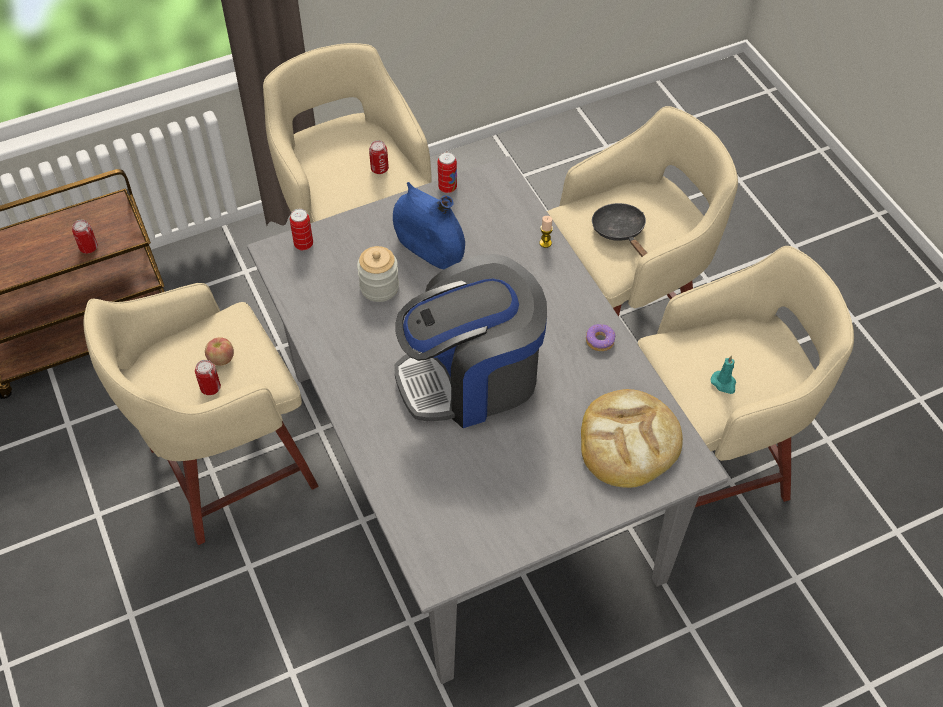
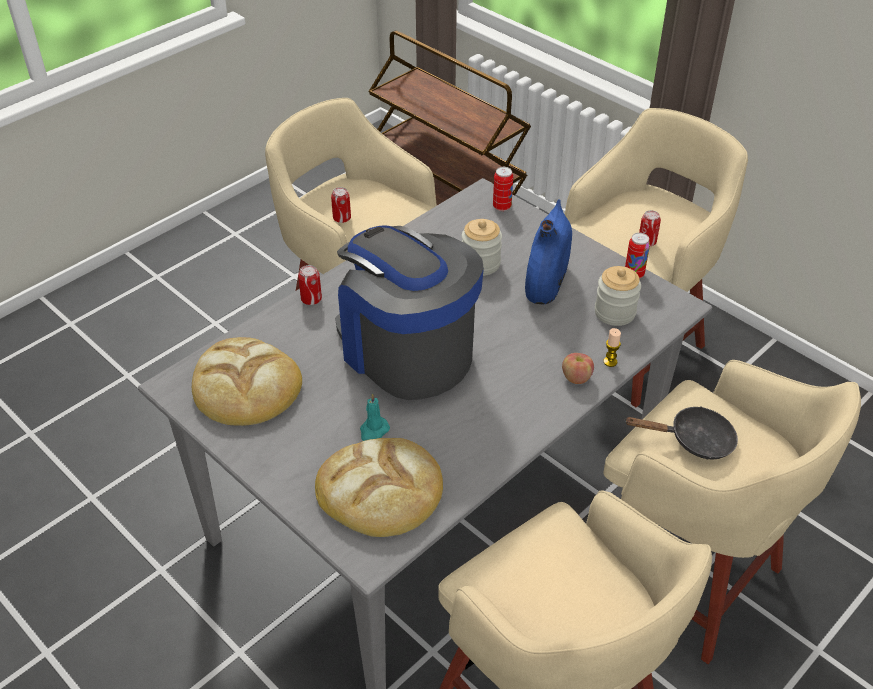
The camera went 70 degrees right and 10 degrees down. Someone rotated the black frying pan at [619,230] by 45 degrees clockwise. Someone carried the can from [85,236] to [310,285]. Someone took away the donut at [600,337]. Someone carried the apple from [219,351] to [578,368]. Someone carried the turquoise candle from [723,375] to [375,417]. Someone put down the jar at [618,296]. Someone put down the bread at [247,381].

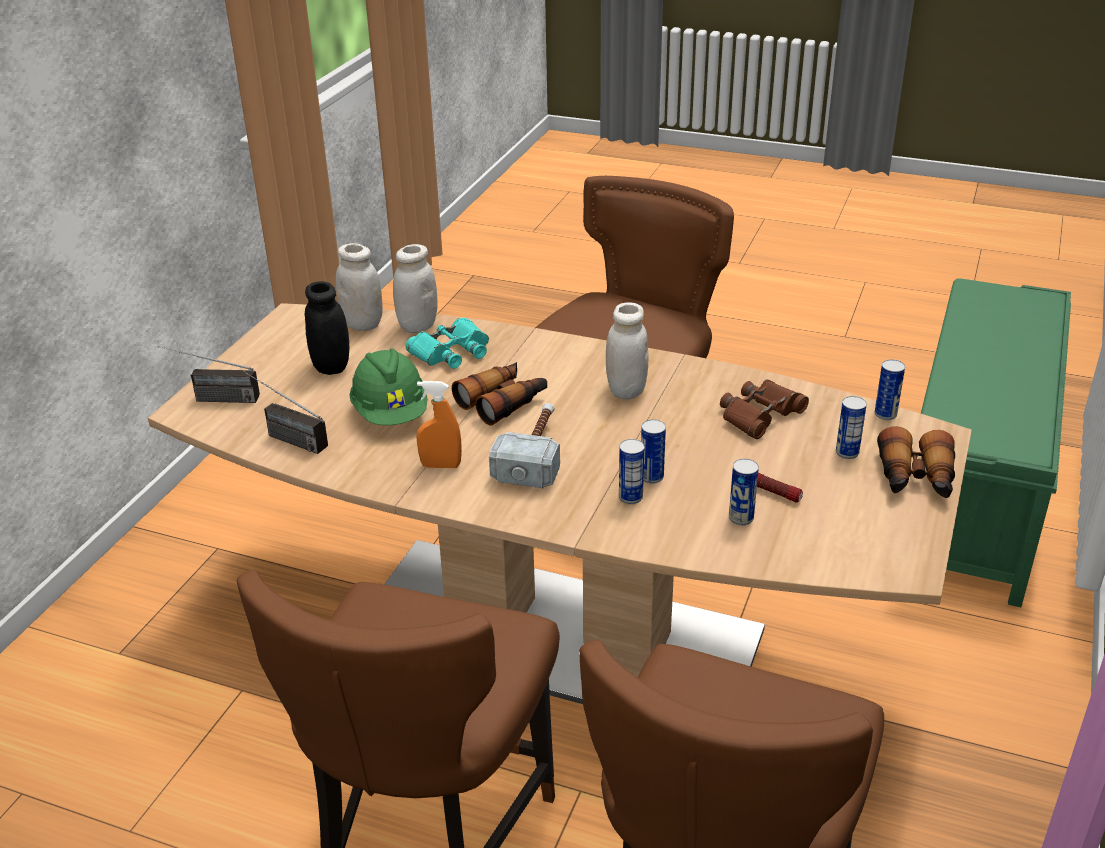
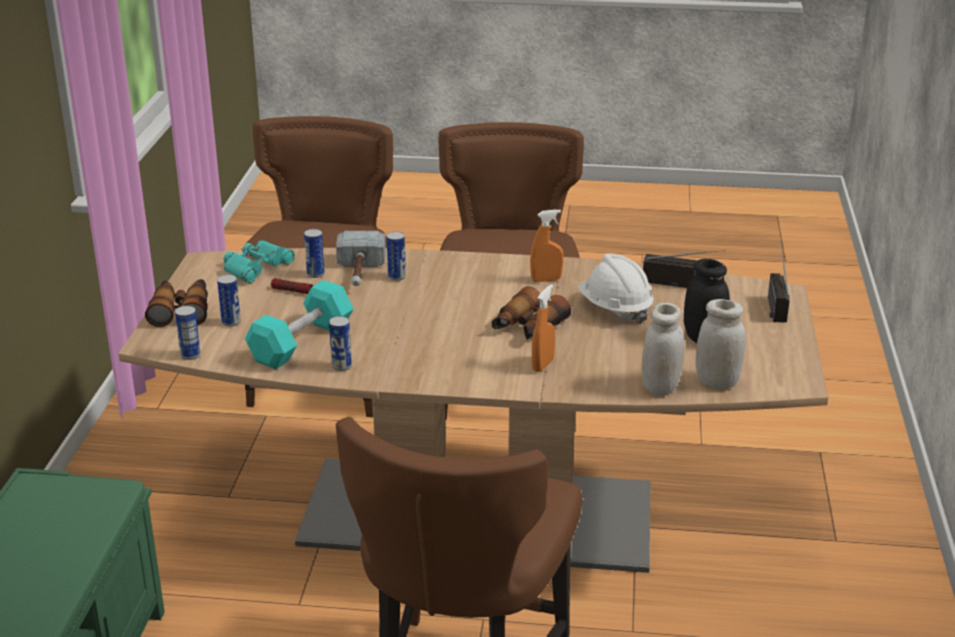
The camera went 165 degrees right and 5 degrees down. Someone took away the white jar at [627,350]. Someone carried the turquoise binoculars from [447,343] to [259,261]. Someone rotated the radio at [209,374] by 75 degrees counterclockwise. Someone repainted the green hard hat at [388,386], which became the white hard hat at [616,289]. Someone swapped the brown binoculars at [764,409] for the turquoise dumbbell at [299,324]. Someone carried the hammer from [524,445] to [361,258]. Someone carried the can from [653,452] to [340,343]. Someone put down the orange spray bottle at [543,328].

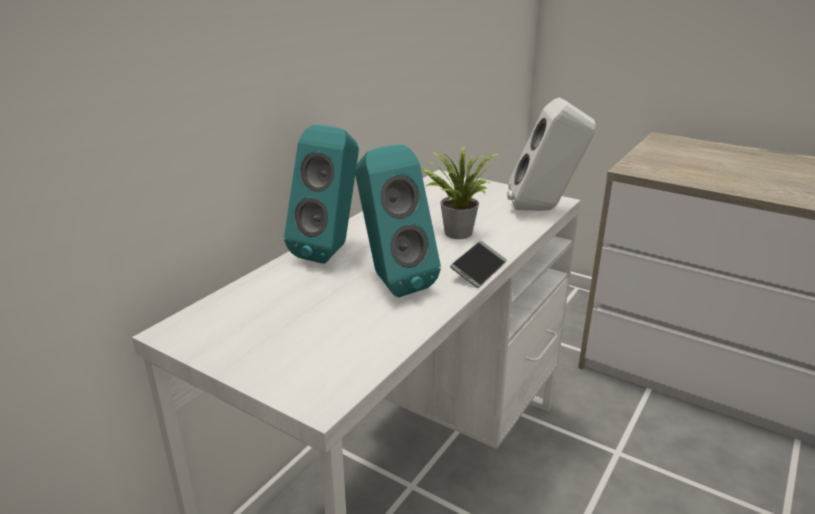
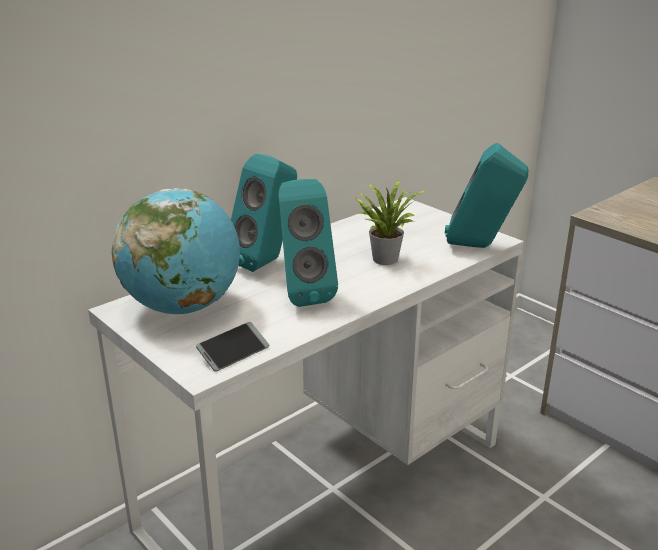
The camera went 15 degrees right and 0 degrees up. Someone repainted the white speaker at [551,154], which became the turquoise speaker at [486,195]. Someone carried the phone from [478,264] to [232,347]. Someone put down the globe at [176,251].

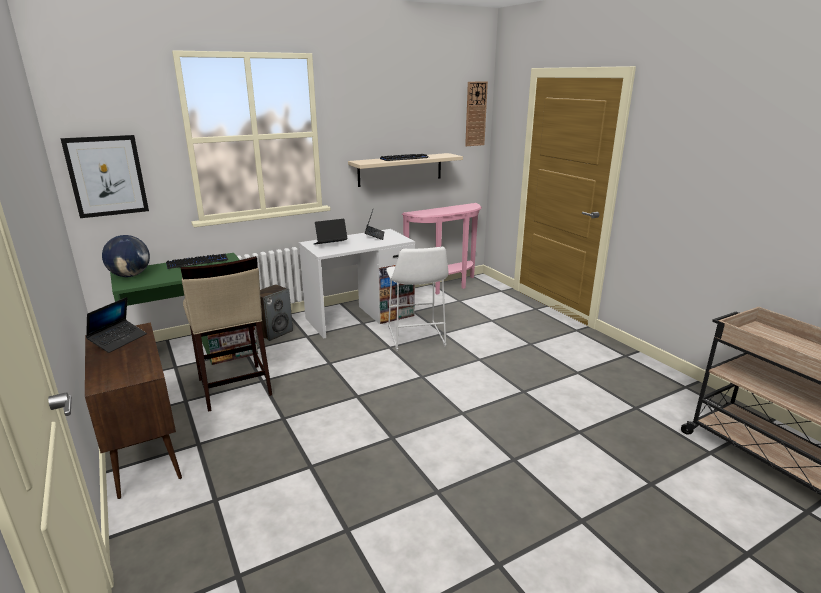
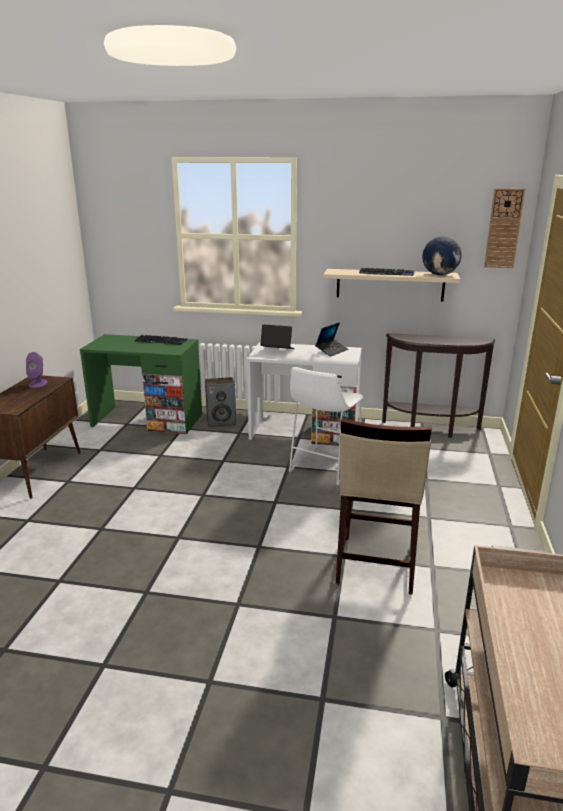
The camera went 40 degrees right and 0 degrees up. Someone took away the picture at [105,176]. Someone repainted the pink console table at [442,249], which became the brown console table at [438,385]. Someone carried the globe from [126,256] to [442,255]. Someone carried the beige stool from [226,334] to [384,507]. Someone swapped the laptop at [116,325] for the purple speaker at [37,370].

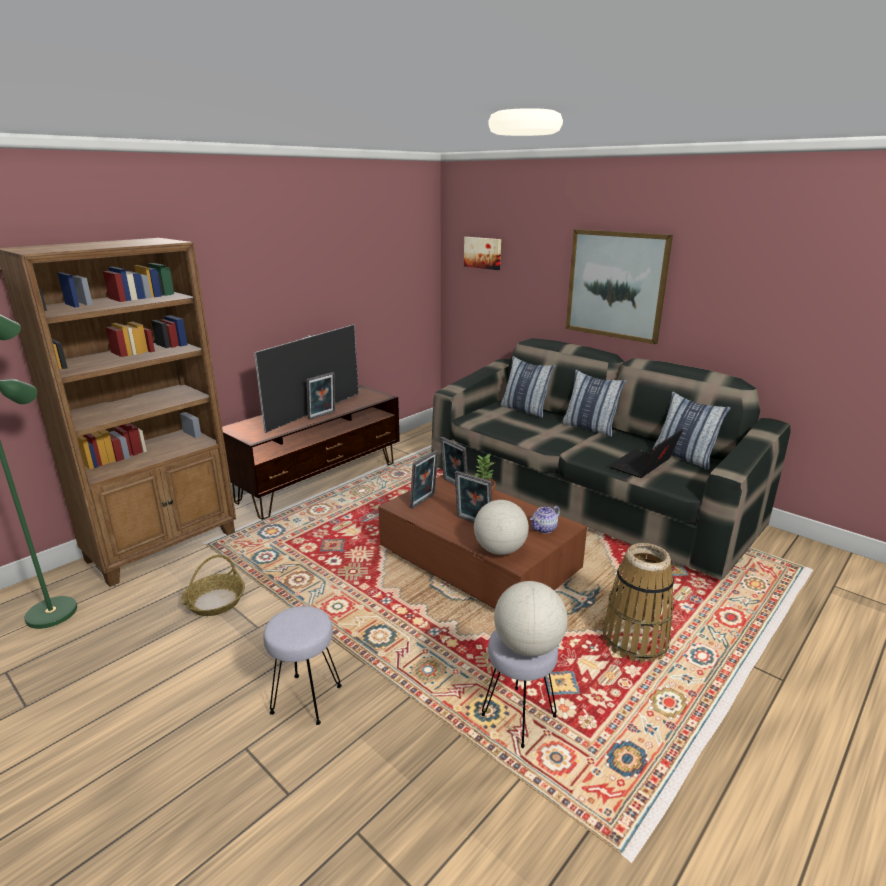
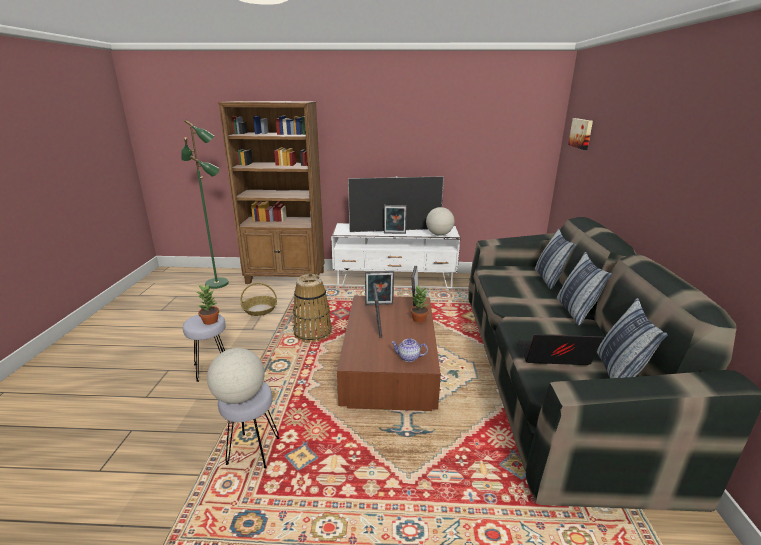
The camera went 50 degrees right and 0 degrees up. Someone took away the picture at [619,286]. Someone repainted the brown tv stand at [311,452], which became the white tv stand at [395,255]. Someone carried the globe from [501,527] to [440,221]. Someone carried the basket from [638,603] to [312,308]. Someone put down the potted plant at [208,304].

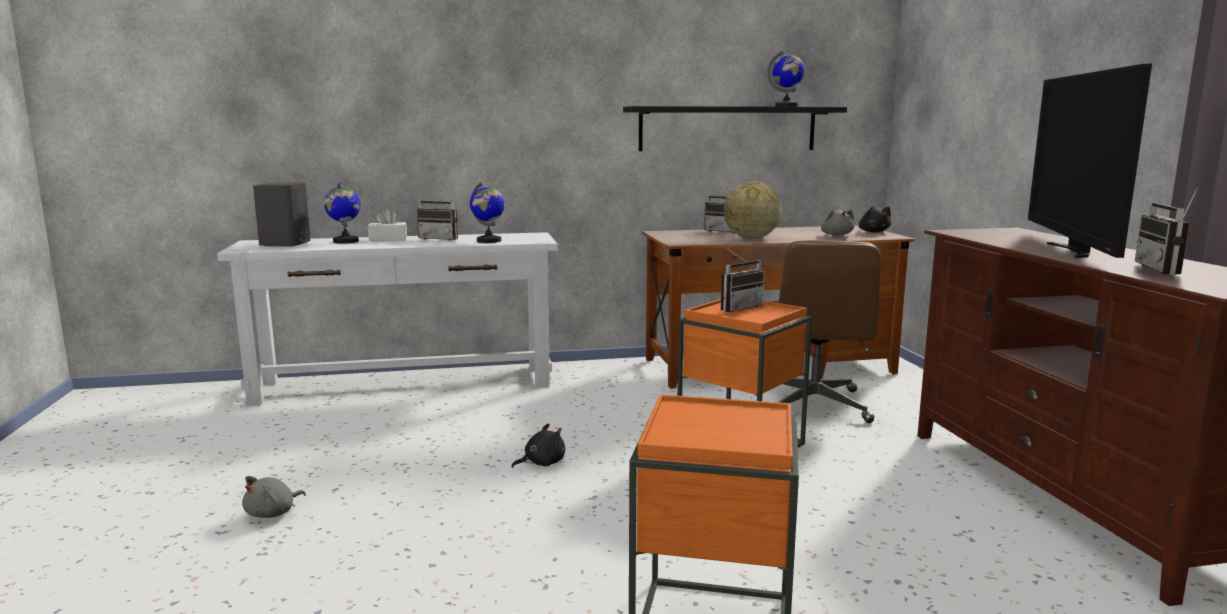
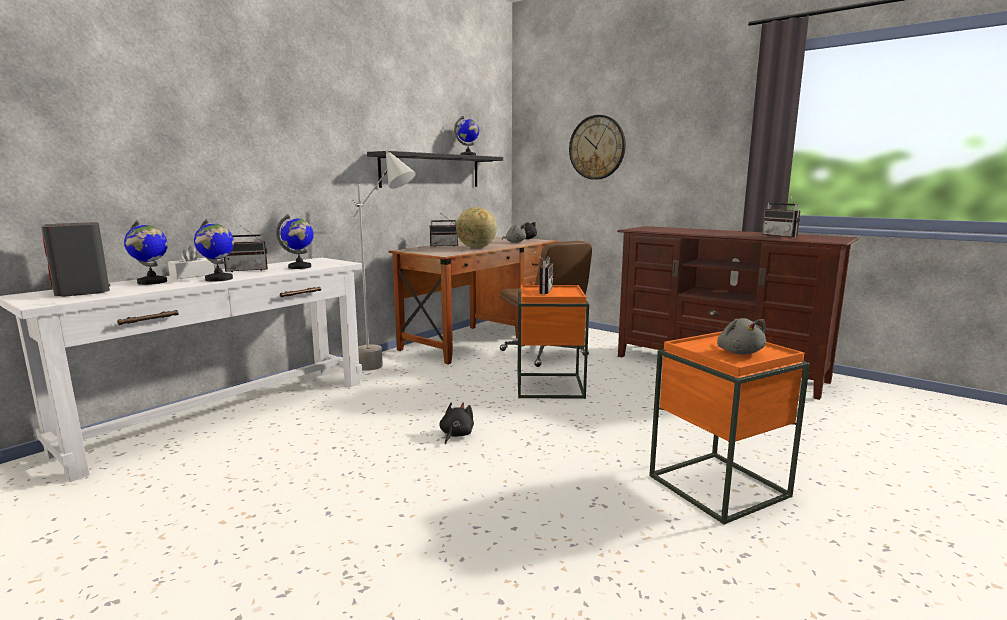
The camera went 40 degrees left and 0 degrees up. Someone took away the television at [1090,161]. Someone carried the grey plush toy from [274,497] to [741,336]. Someone put up the wall clock at [597,147]. Someone put down the grey floor lamp at [384,260]. Someone put down the globe at [214,250].

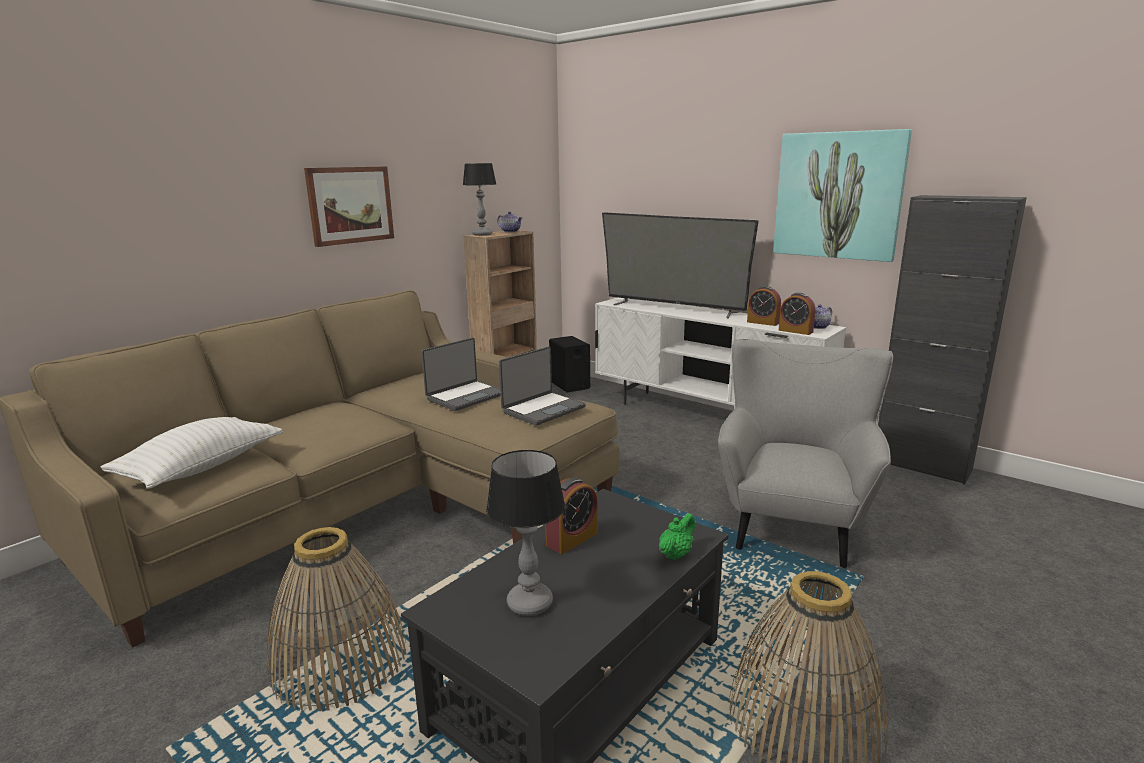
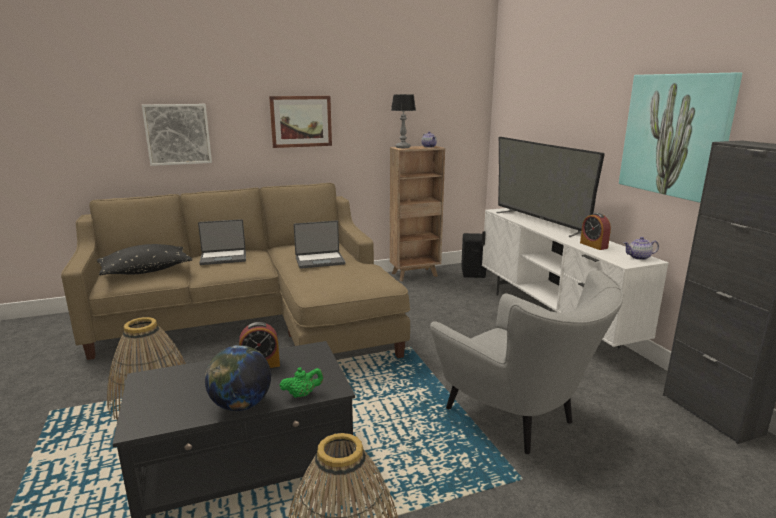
The camera went 30 degrees right and 0 degrees up. Someone took away the alarm clock at [797,314]. Someone rotated the grey armchair at [805,454] by 90 degrees clockwise. Someone carried the laptop from [542,385] to [222,242]. Someone repainted the white pillow at [192,453], which became the black pillow at [145,259]. Someone took away the table lamp at [525,533]. Someone put up the picture at [177,135]. Someone put down the globe at [238,378].

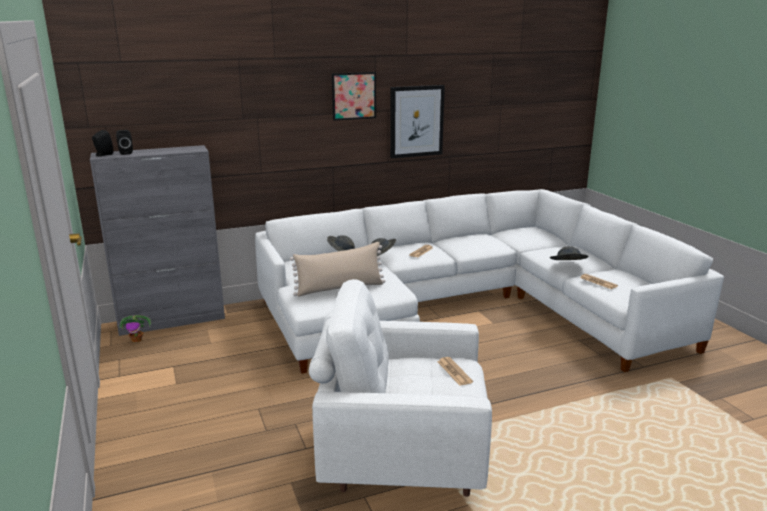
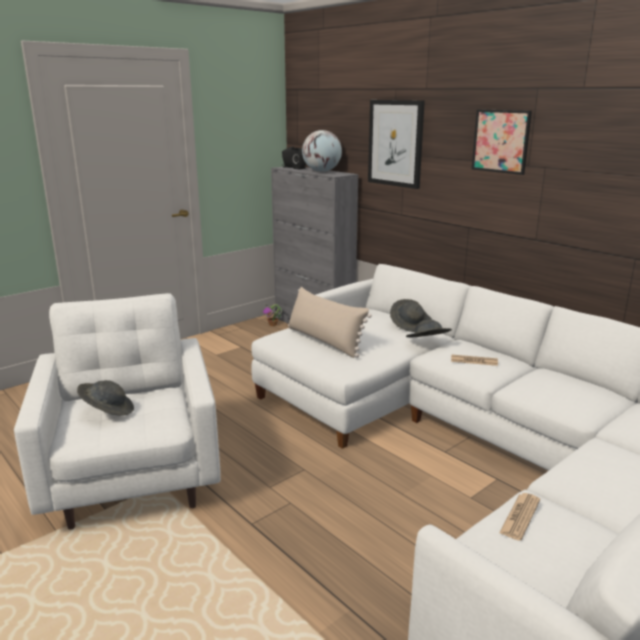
The camera went 70 degrees right and 0 degrees up. Someone carried the picture from [417,121] to [396,144]. Someone carried the grey hat from [569,253] to [105,398]. Someone took away the newspaper at [455,371]. Someone put down the globe at [322,151].

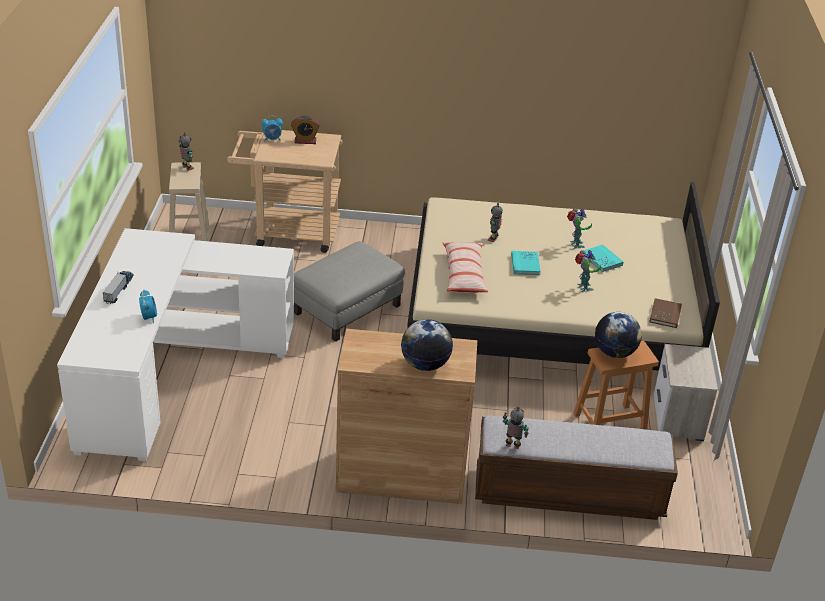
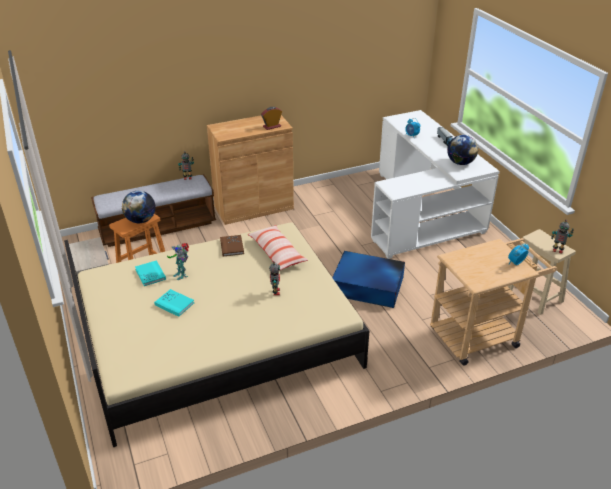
The camera went 155 degrees right and 0 degrees up. Someone carried the alarm clock from [305,130] to [271,118]. Someone took away the toy robot at [579,228]. Someone swapped the grey ottoman at [349,291] for the blue storage box at [368,279]. Someone carried the turquoise book from [526,263] to [150,273]. Someone carried the brown book from [665,313] to [232,245]. Someone carried the globe from [427,345] to [462,150].

